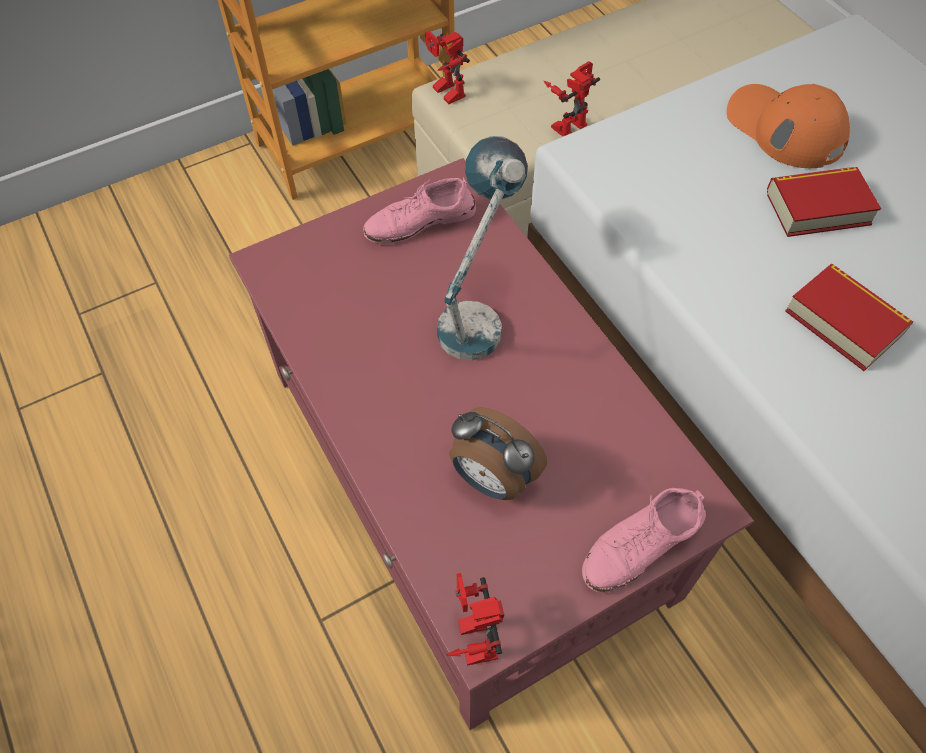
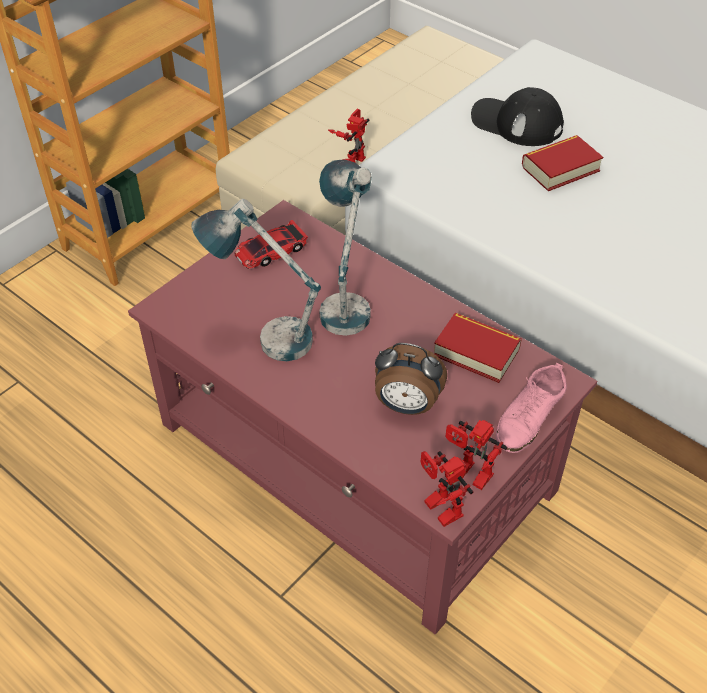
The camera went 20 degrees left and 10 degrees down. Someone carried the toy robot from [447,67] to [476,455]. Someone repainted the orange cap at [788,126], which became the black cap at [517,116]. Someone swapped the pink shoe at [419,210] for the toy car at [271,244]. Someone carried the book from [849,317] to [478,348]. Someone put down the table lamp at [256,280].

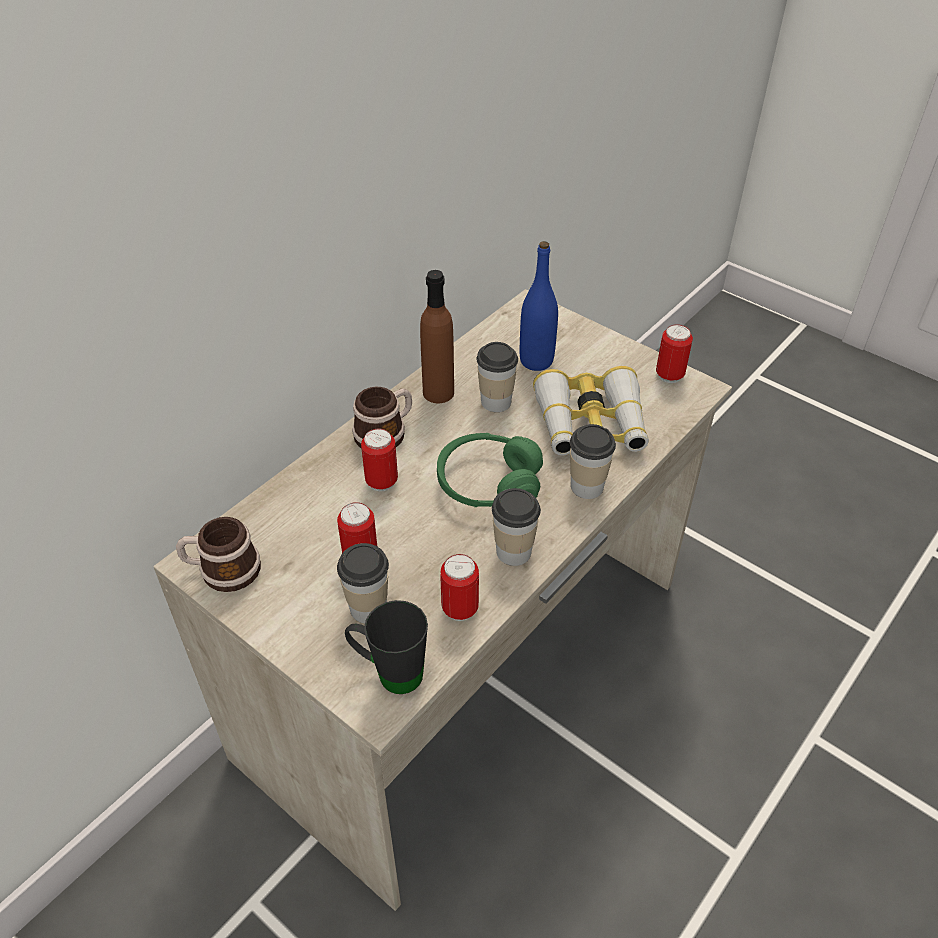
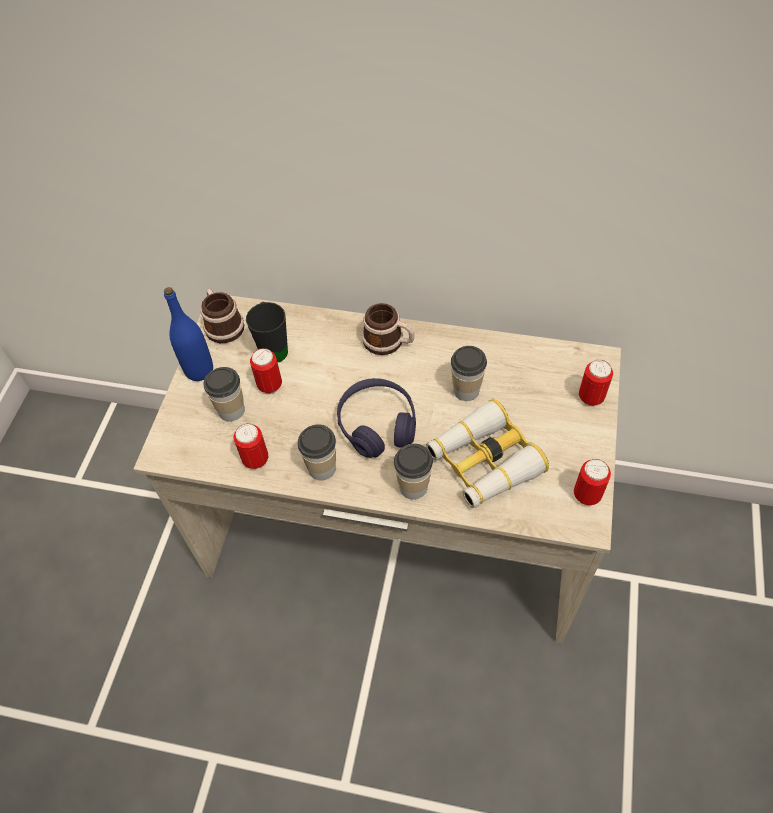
The camera went 65 degrees right and 10 degrees up. Someone carried the blue bottle from [539,306] to [188,334]. Someone took away the brown bottle at [437,336]. Someone carried the can from [379,460] to [596,383]. Someone repainted the green headphones at [490,470], which became the purple headphones at [376,418]. Someone carried the black mug from [386,647] to [267,332].

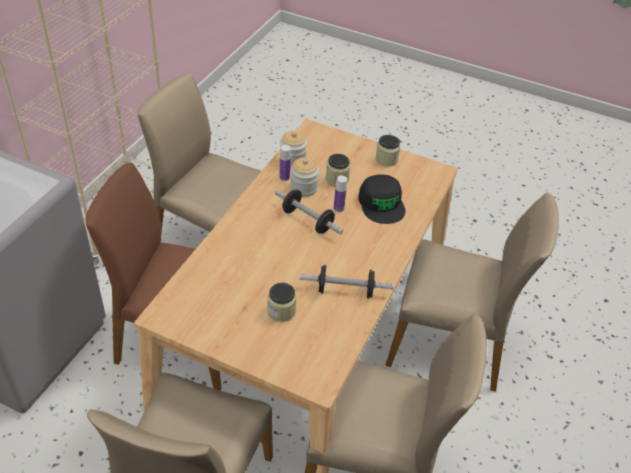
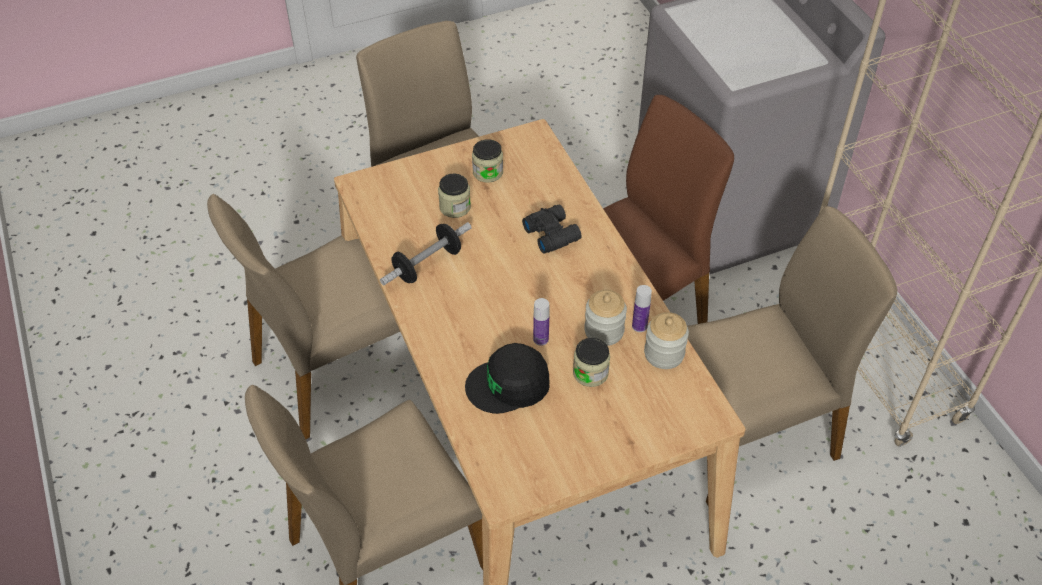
The camera went 135 degrees right and 5 degrees up. Someone carried the jar from [388,151] to [487,160]. Someone rotated the black cap at [381,199] by 45 degrees counterclockwise. Someone took away the dumbbell at [309,212]. Someone put down the black binoculars at [552,229].

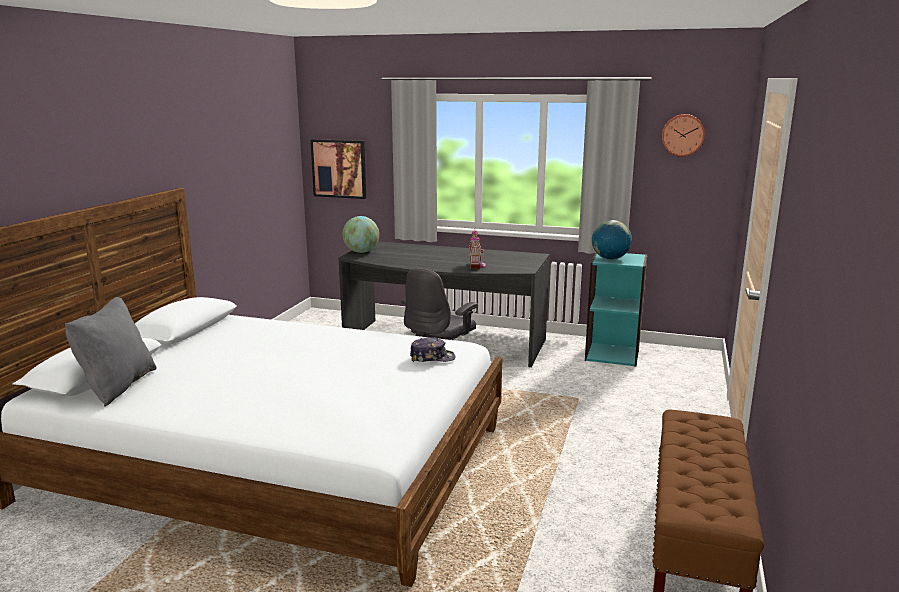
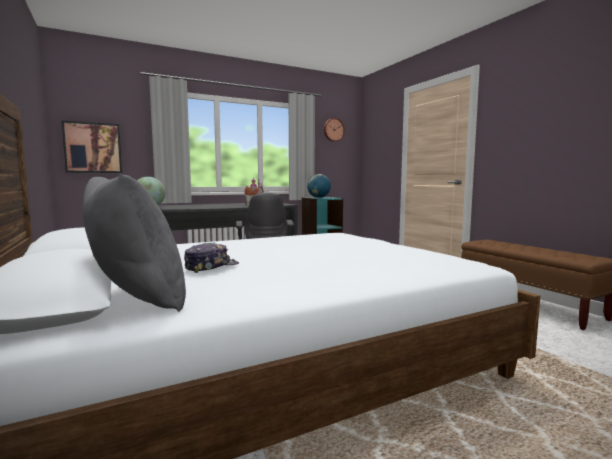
The camera went 45 degrees left and 10 degrees down. Someone carried the cap from [433,349] to [211,258].

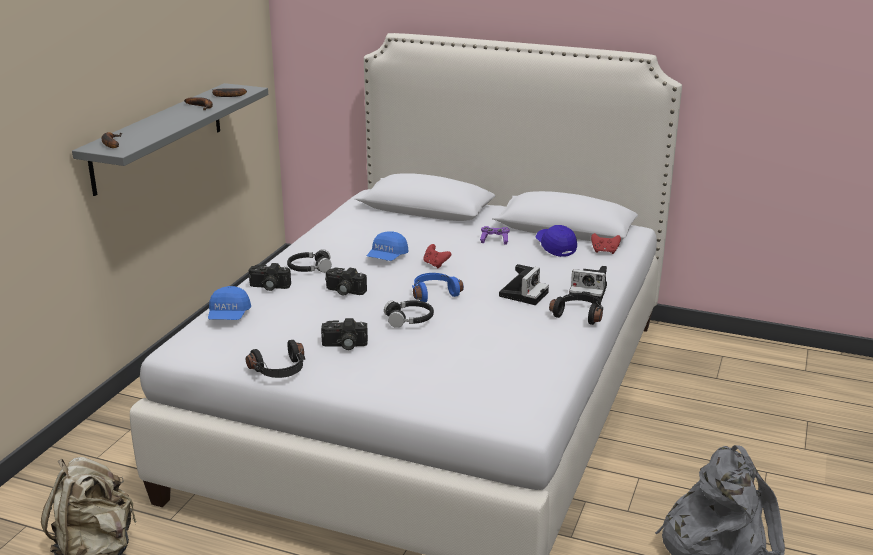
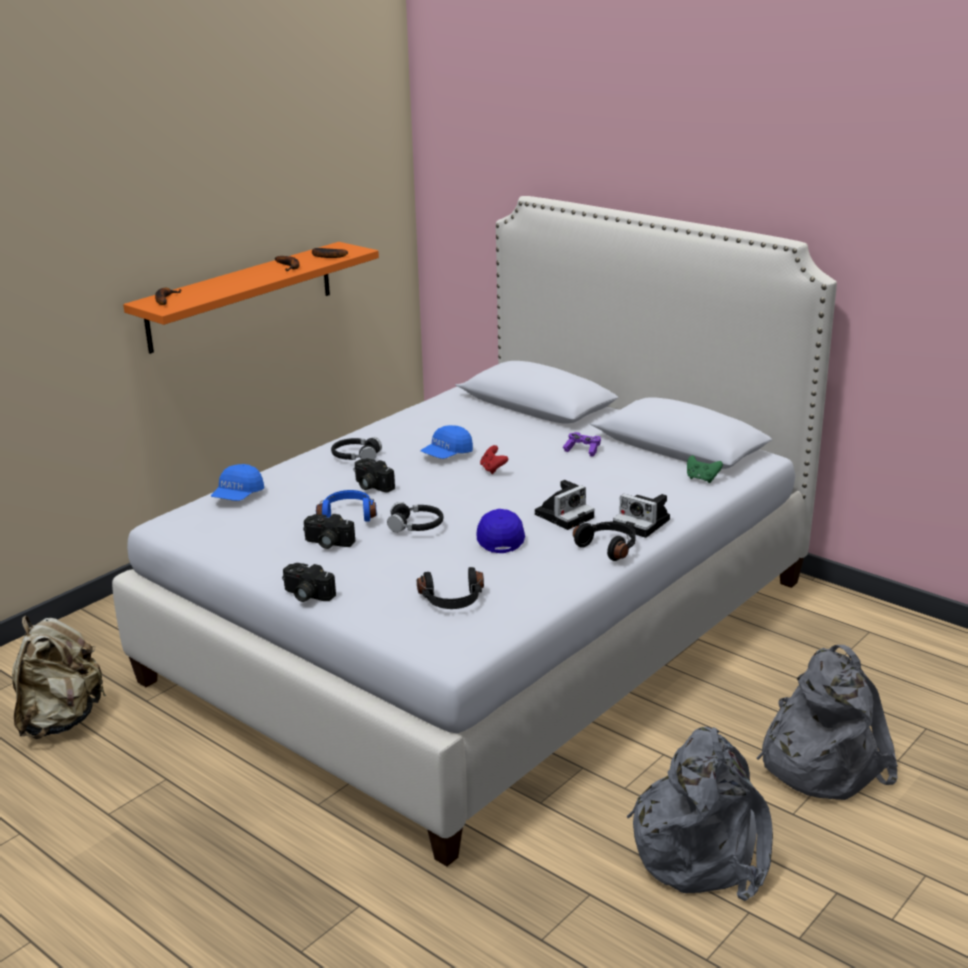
The camera went 20 degrees right and 0 degrees up. Someone repainted the grey shelf at [170,139], which became the orange shelf at [251,298]. Someone carried the blue cap from [556,241] to [500,531]. Someone repainted the red game controller at [606,243], which became the green game controller at [705,469]. Someone carried the photo camera from [270,277] to [309,582]. Someone carried the blue headphones from [438,287] to [346,506]. Someone carried the black headphones from [275,359] to [450,588]. Someone put down the grey backpack at [827,722].

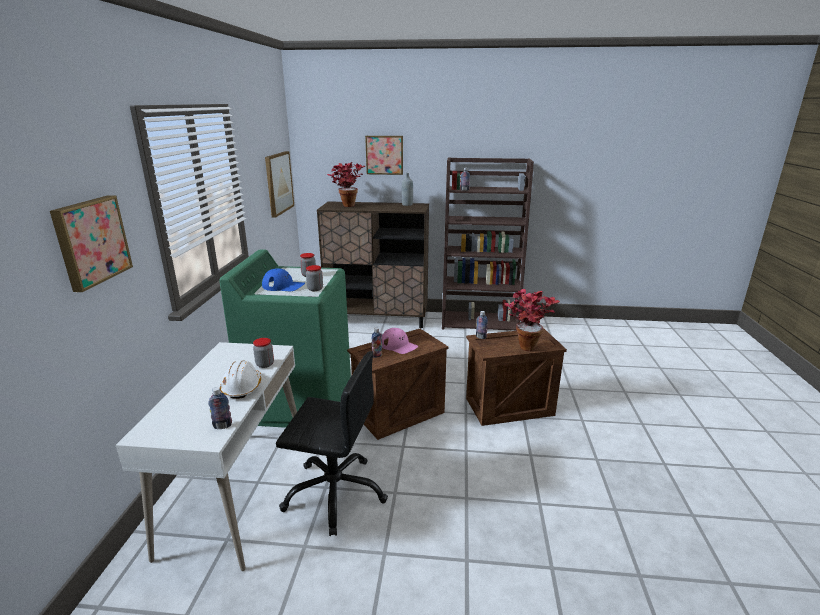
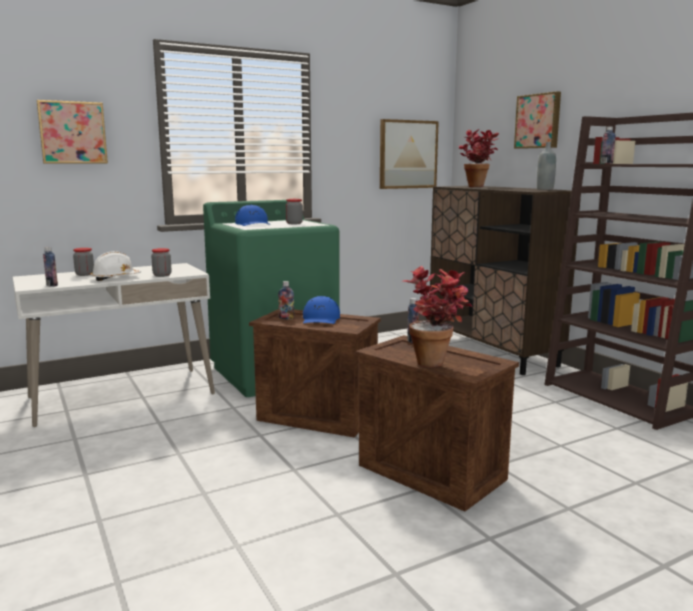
The camera went 55 degrees right and 10 degrees down. Someone carried the jar from [314,278] to [83,262]. Someone repainted the pink cap at [400,341], which became the blue cap at [321,310]. Someone took away the black office chair at [332,443].

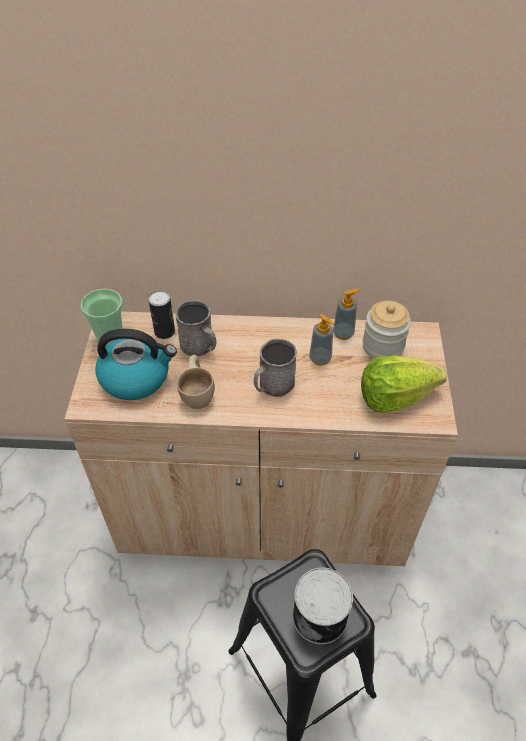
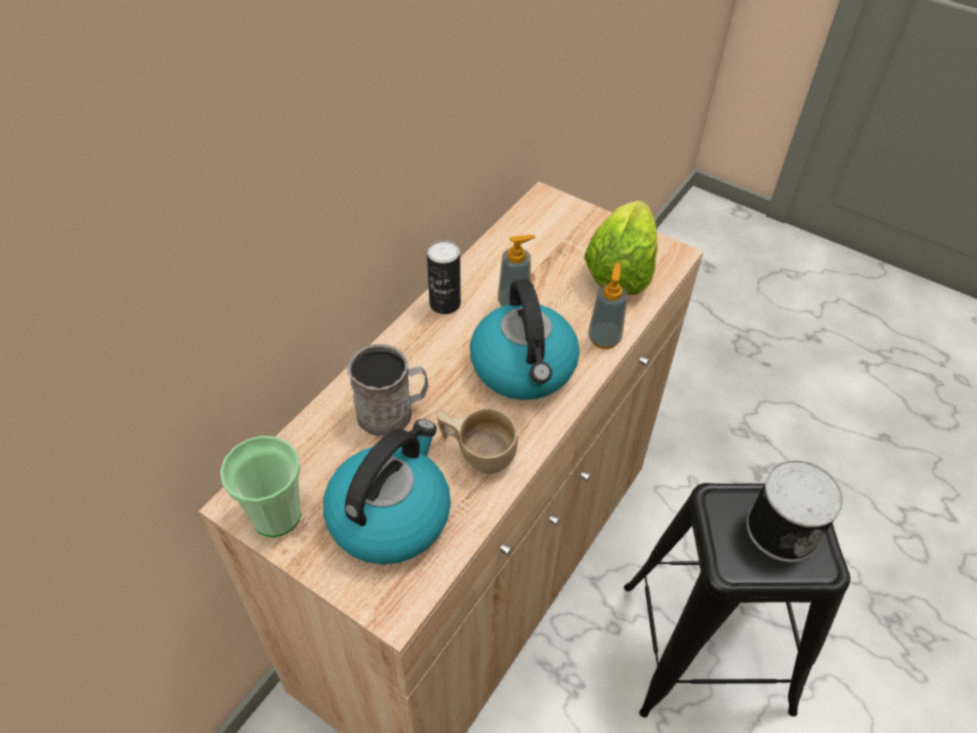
The camera went 60 degrees left and 0 degrees up. Someone carried the soap dispenser from [346,314] to [608,305]. Someone carried the can from [161,314] to [444,277]. Someone took away the jar at [386,329]. Someone swapped the grey mug at [275,368] for the kettle at [525,339].

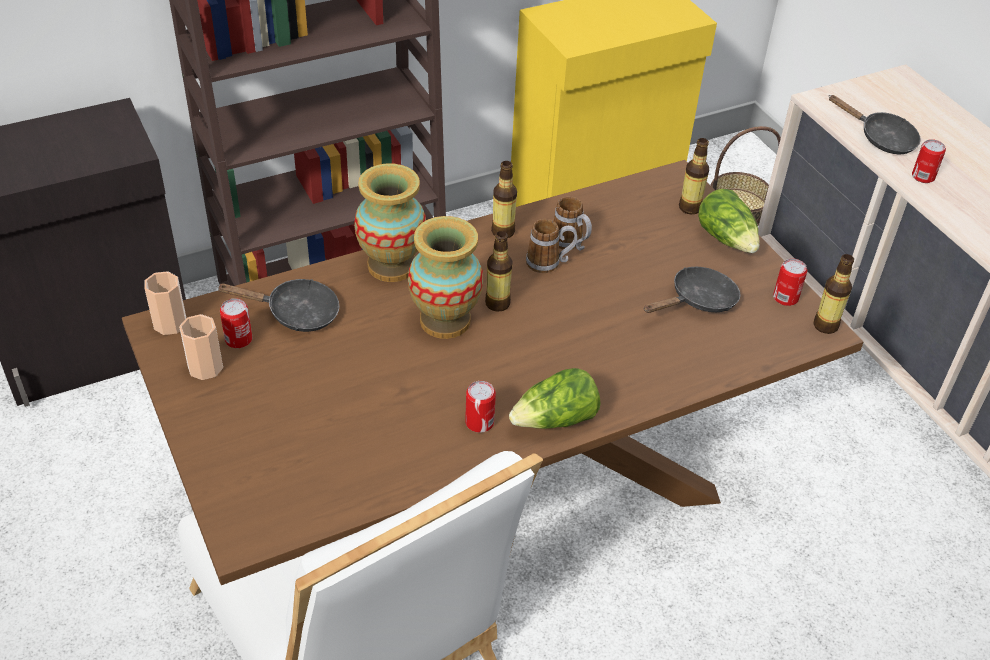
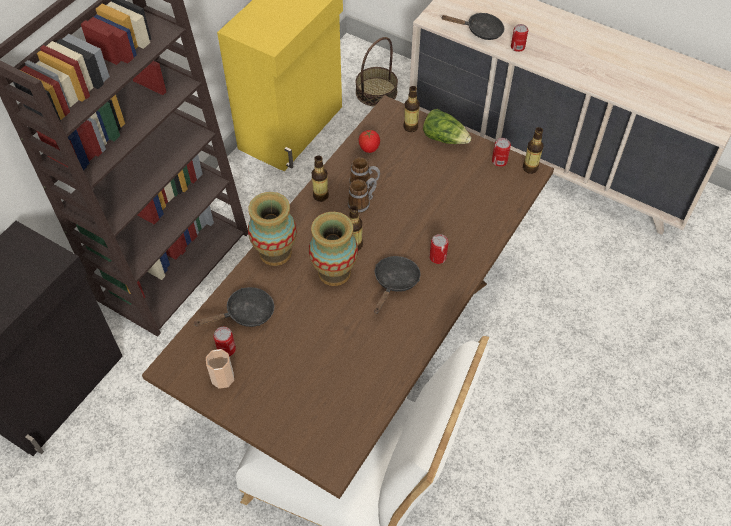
The camera went 30 degrees left and 10 degrees up. Someone carried the black frying pan from [692,290] to [397,285]. Someone took away the cup at [165,303]. Someone took away the lettuce at [555,398]. Someone carried the can from [480,407] to [439,249]. Someone put down the tomato at [369,141].

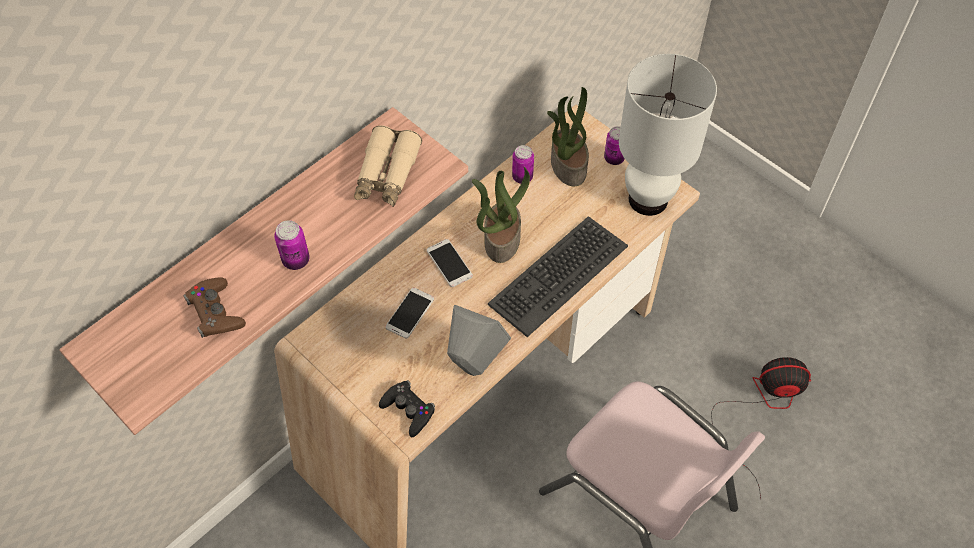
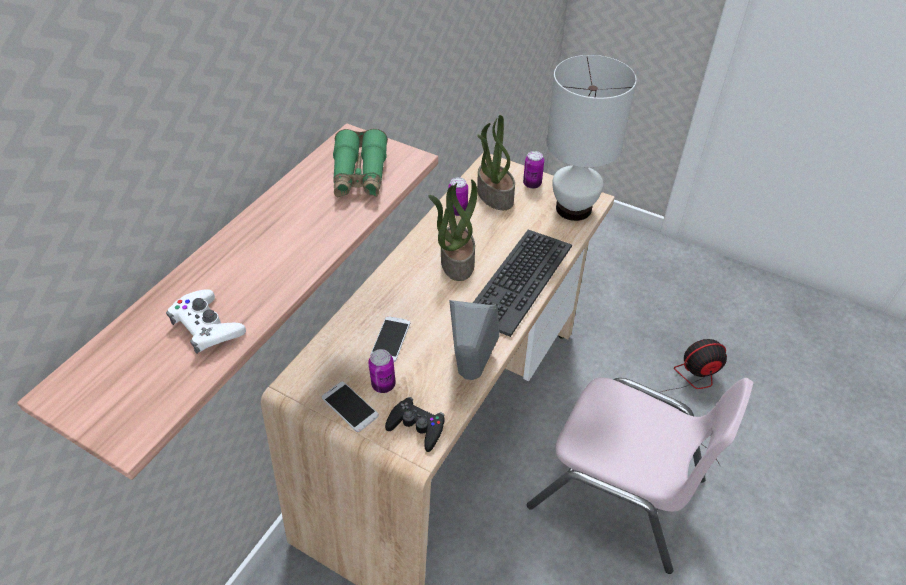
The camera went 15 degrees left and 10 degrees down. Someone repainted the beige binoculars at [388,166], which became the green binoculars at [360,162]. Someone carried the can from [292,245] to [382,371]. Someone carried the phone from [450,263] to [350,406]. Someone repainted the brown game controller at [215,308], which became the white game controller at [206,321].

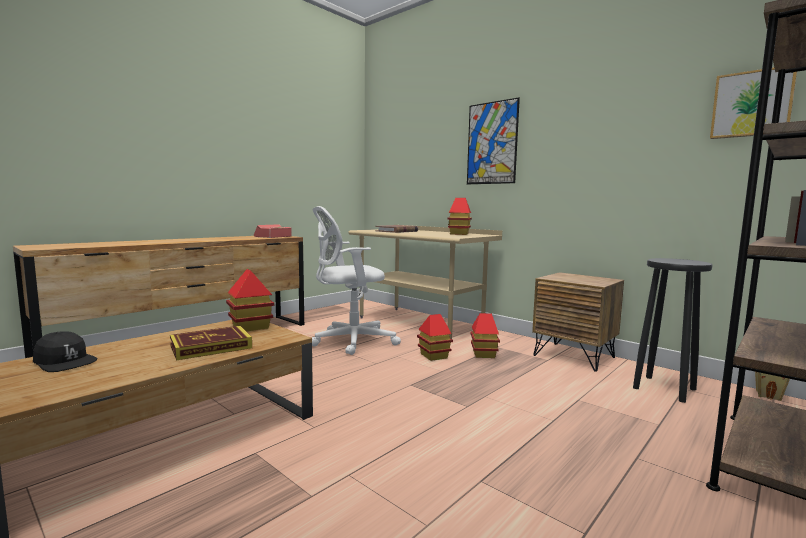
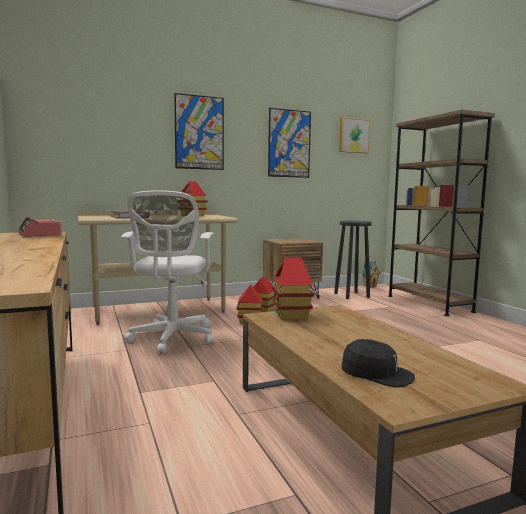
The camera went 65 degrees left and 0 degrees up. Someone took away the book at [211,343]. Someone rotated the black cap at [65,351] by 60 degrees clockwise. Someone put up the picture at [289,143].

